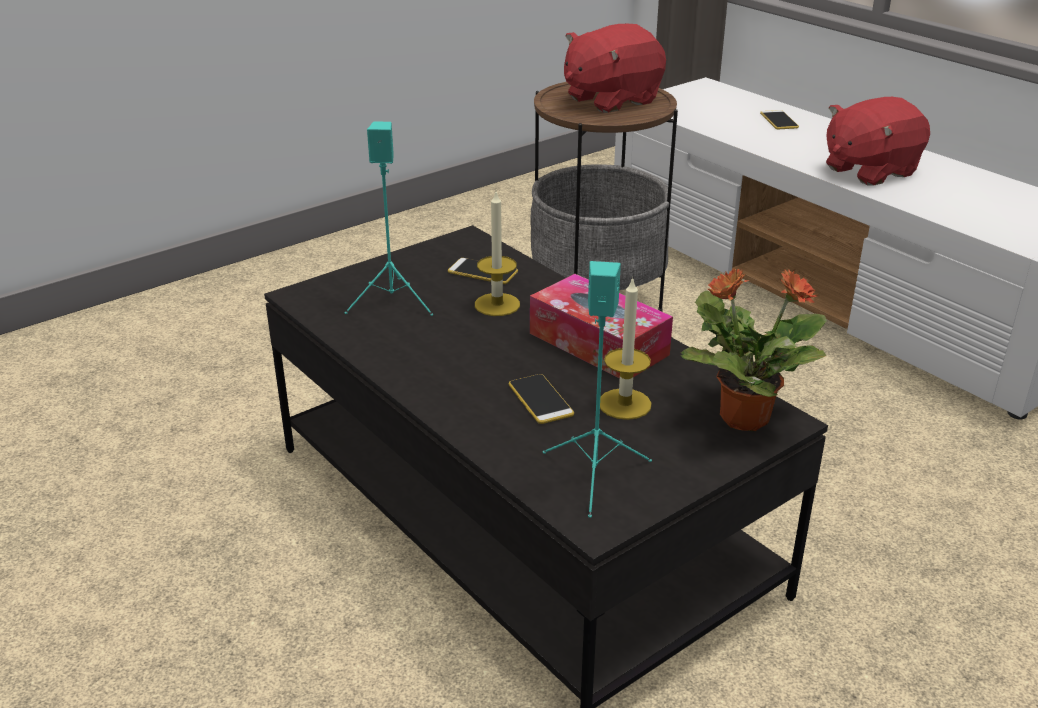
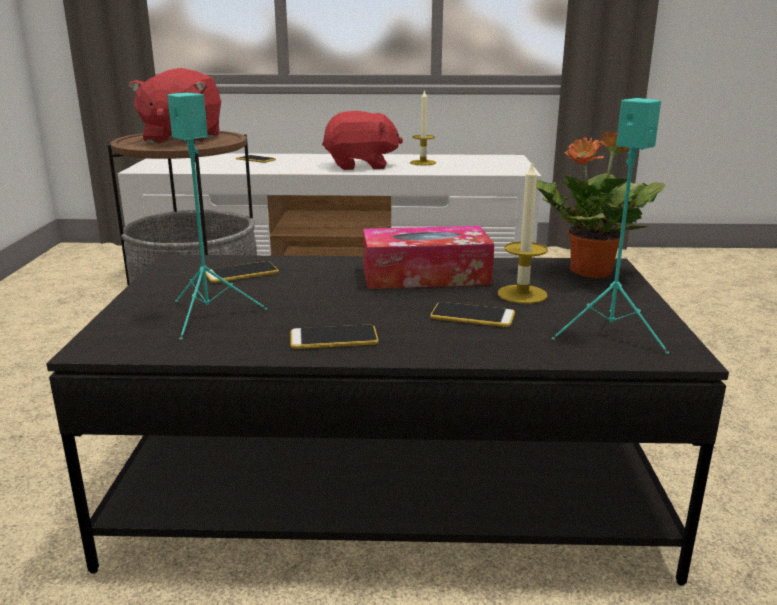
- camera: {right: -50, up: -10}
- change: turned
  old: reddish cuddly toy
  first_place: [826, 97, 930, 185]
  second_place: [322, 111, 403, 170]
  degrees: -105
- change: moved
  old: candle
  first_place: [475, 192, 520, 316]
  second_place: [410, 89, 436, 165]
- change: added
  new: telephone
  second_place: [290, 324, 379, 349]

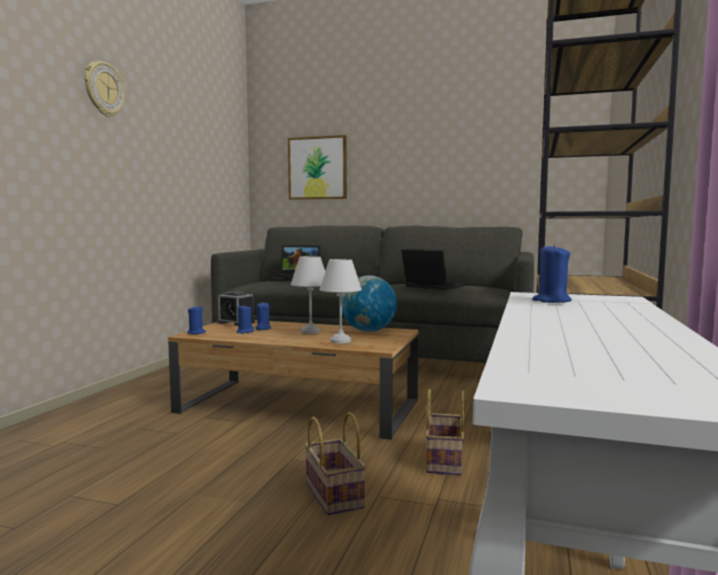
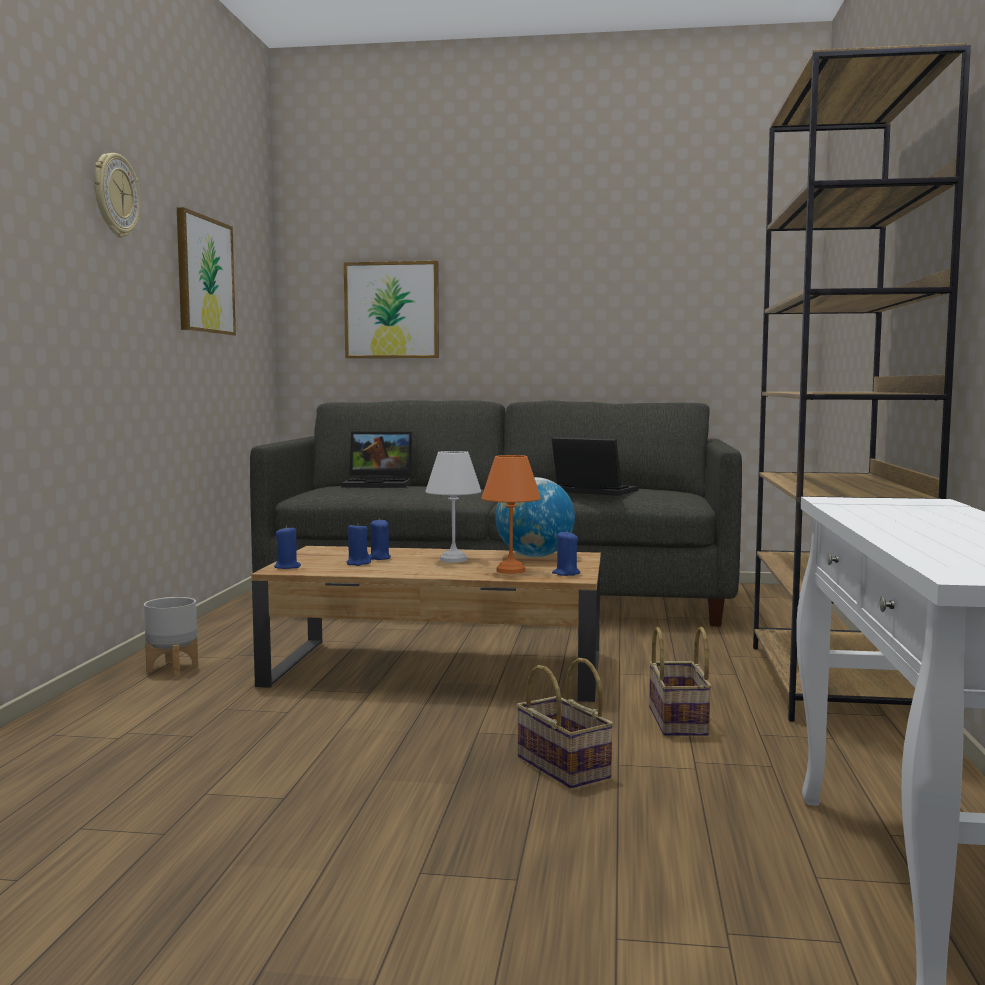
- camera: {right: -10, up: 0}
- change: moved
  old: bluish candle
  first_place: [532, 244, 572, 303]
  second_place: [552, 532, 580, 576]
- change: recoloured
  old: whitish lamp for a table
  new: orange-coloured lamp for a table
  first_place: [319, 259, 362, 344]
  second_place: [481, 455, 541, 574]
- change: removed
  old: bedside clock
  first_place: [217, 291, 255, 326]
- change: added
  new: wall picture
  second_place: [177, 207, 236, 336]
- change: added
  new: greyish flower pot
  second_place: [144, 597, 198, 675]

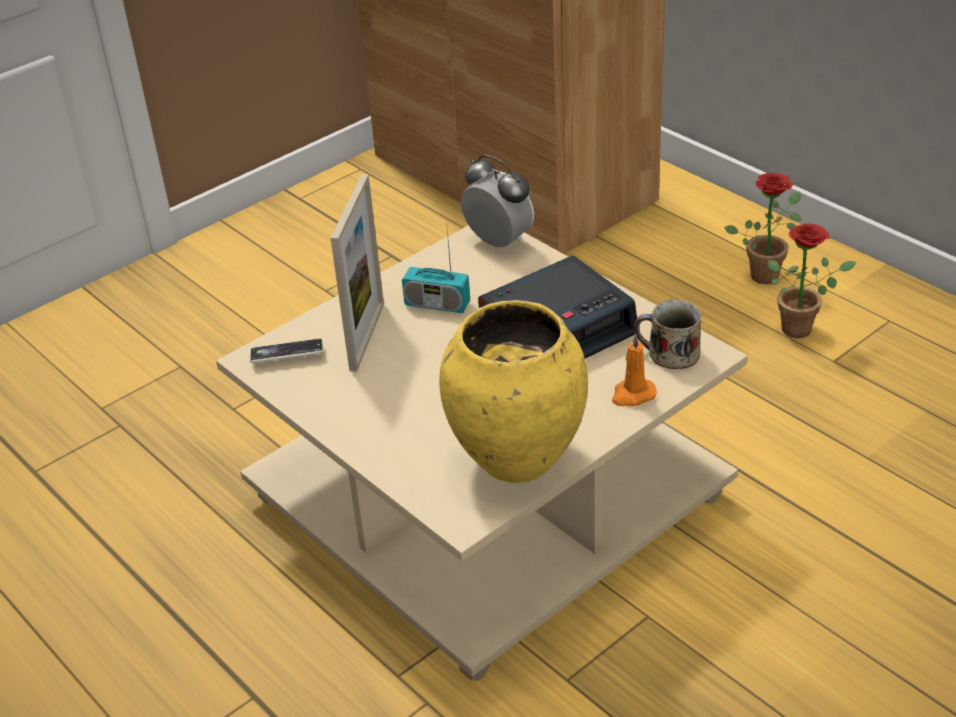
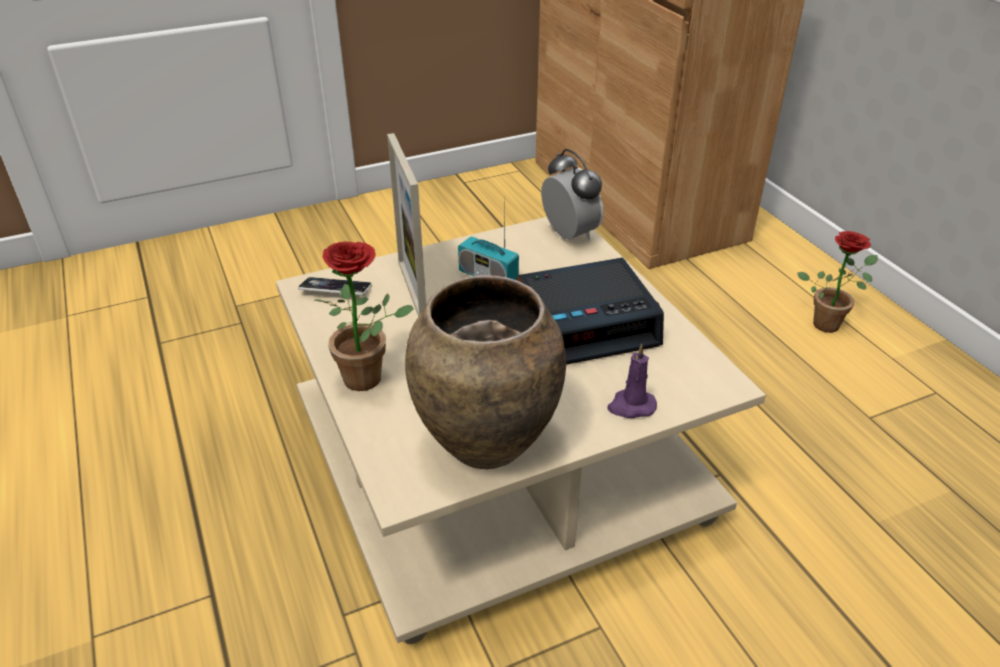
- camera: {right: 15, up: 0}
- change: turned
  old: photo frame
  first_place: [330, 174, 384, 372]
  second_place: [387, 133, 426, 316]
  degrees: 135
- change: moved
  old: potted plant
  first_place: [768, 223, 857, 338]
  second_place: [315, 242, 414, 391]
- change: recoloured
  old: yellowish decorative vase
  new: brown decorative vase
  first_place: [439, 300, 588, 483]
  second_place: [405, 275, 566, 469]
- change: removed
  old: tea mug
  first_place: [634, 300, 702, 369]
- change: recoloured
  old: orange-coloured candle
  new: purple-coloured candle
  first_place: [612, 333, 656, 406]
  second_place: [607, 343, 657, 418]

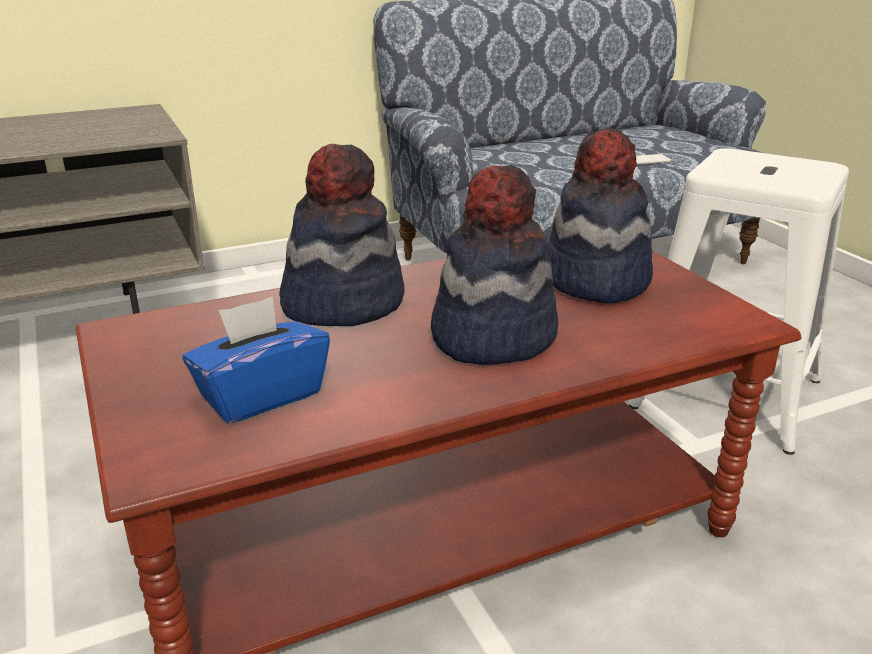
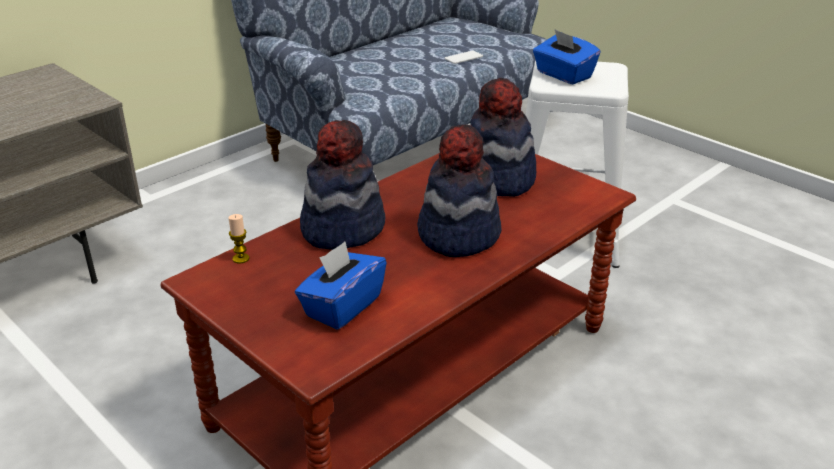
- camera: {right: -20, up: 5}
- change: added
  new: bluish tissue holder
  second_place: [533, 30, 600, 84]
- change: added
  new: candle
  second_place: [228, 214, 250, 264]

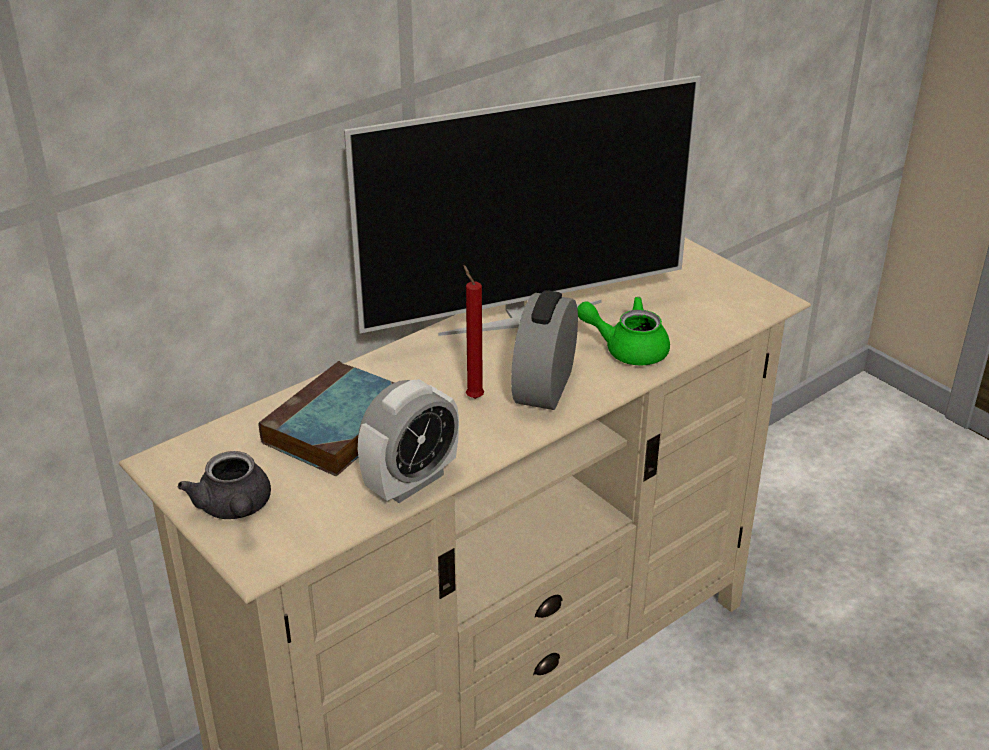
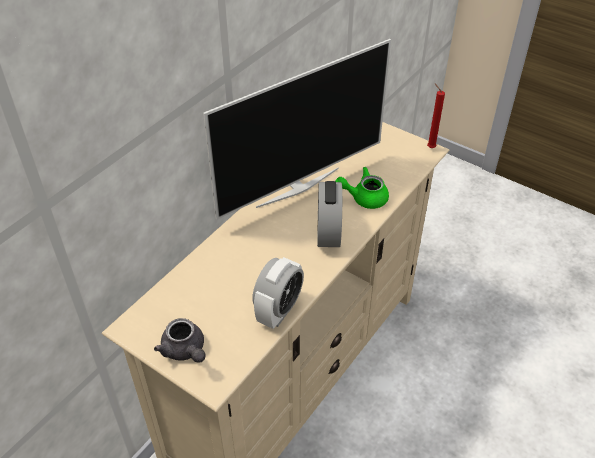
- camera: {right: -15, up: 10}
- change: moved
  old: reddish candle
  first_place: [463, 265, 484, 399]
  second_place: [427, 83, 445, 148]
- change: removed
  old: book
  first_place: [259, 361, 394, 476]

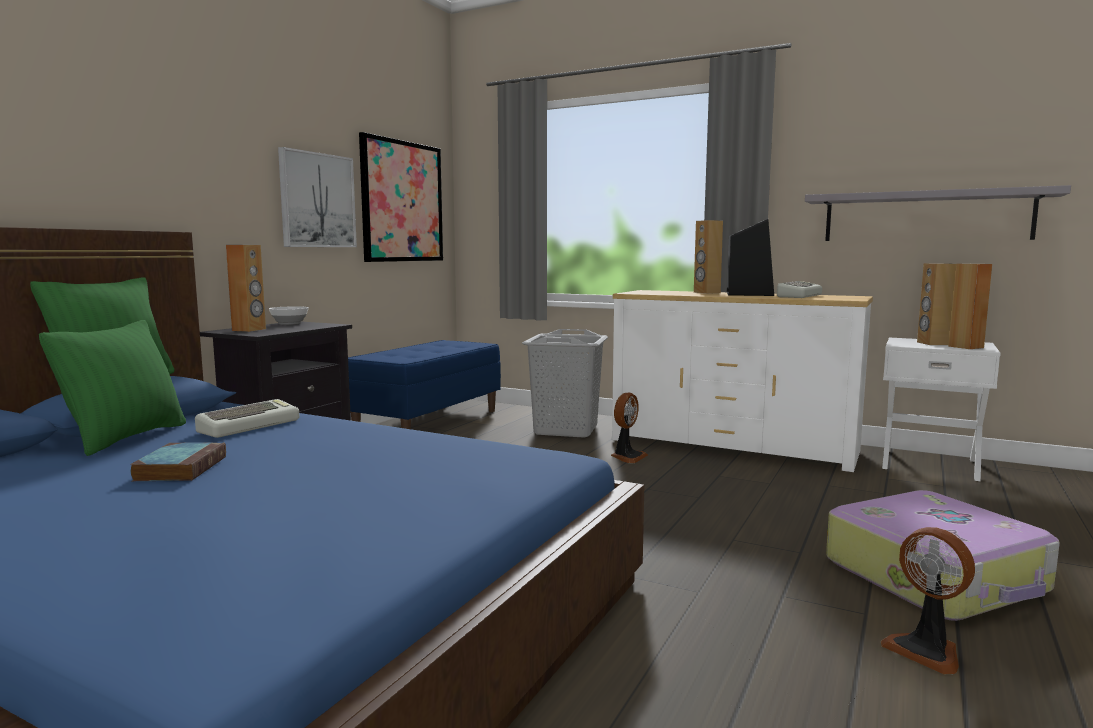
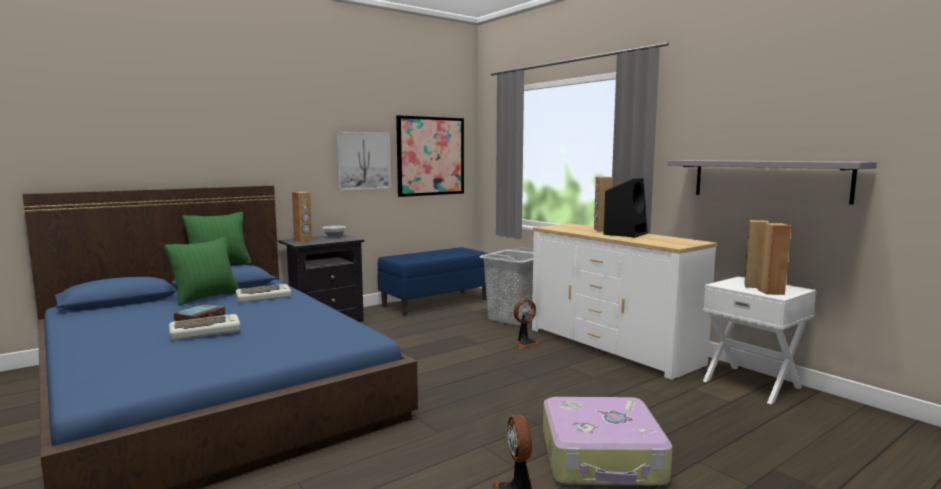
- camera: {right: 25, up: 0}
- change: moved
  old: computer keyboard
  first_place: [777, 281, 822, 298]
  second_place: [169, 314, 241, 340]

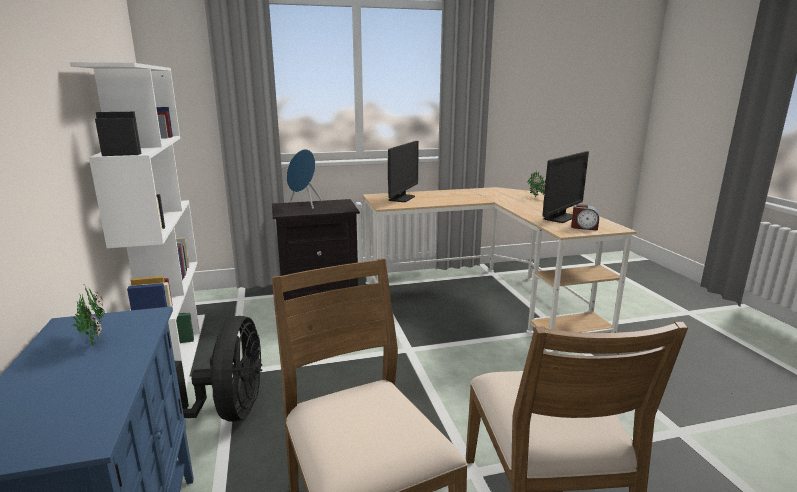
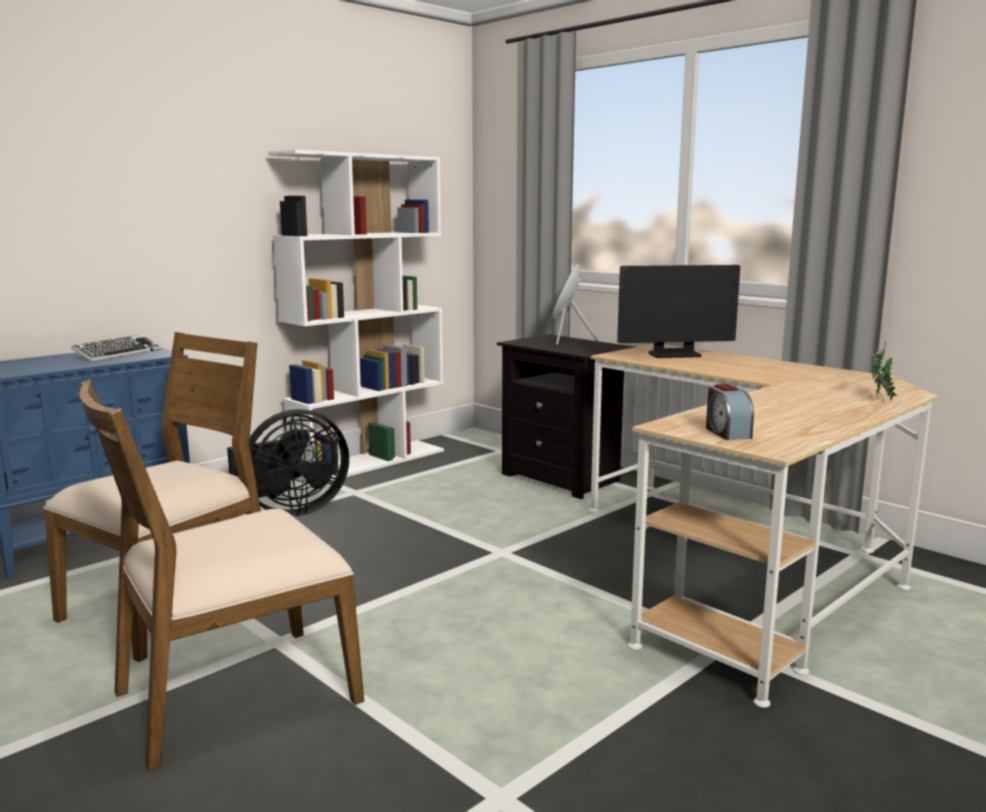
- camera: {right: 60, up: -5}
- change: removed
  old: computer display
  first_place: [542, 151, 589, 223]
- change: replaced
  old: potted plant
  new: computer keyboard
  first_place: [73, 286, 105, 346]
  second_place: [71, 335, 162, 362]

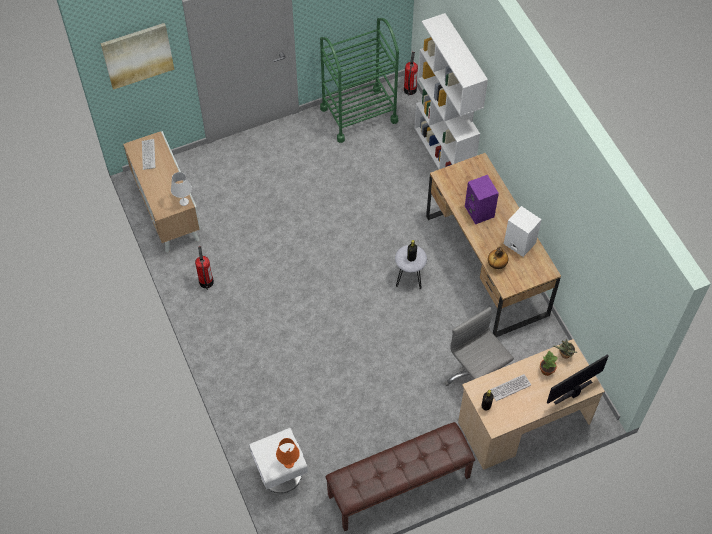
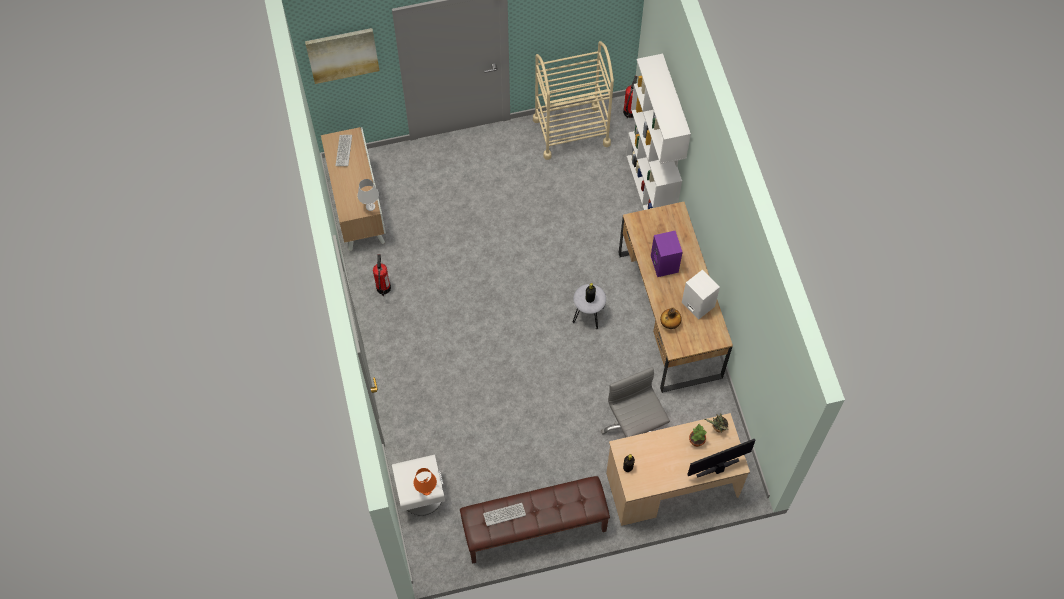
- camera: {right: 10, up: 5}
- change: recoloured
  old: greenish cart
  new: beige-coloured cart
  first_place: [320, 18, 399, 143]
  second_place: [533, 41, 614, 160]
- change: moved
  old: computer keyboard
  first_place: [490, 374, 531, 401]
  second_place: [483, 503, 526, 526]

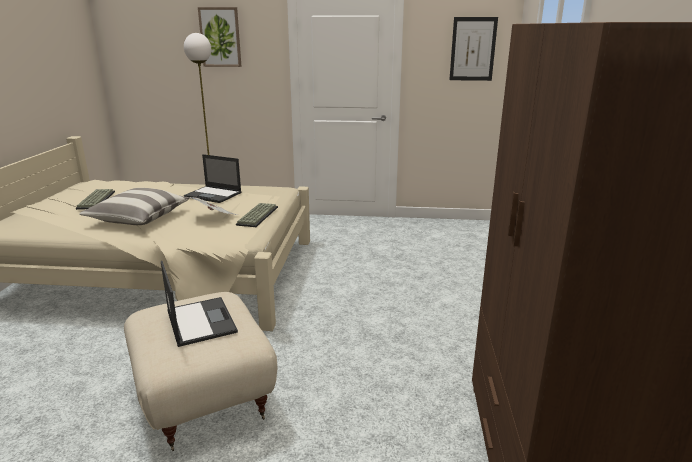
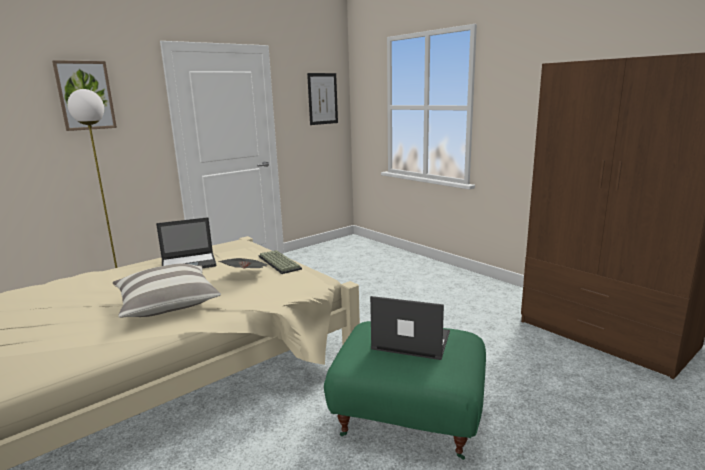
- camera: {right: -45, up: -5}
- change: removed
  old: computer keyboard
  first_place: [76, 189, 115, 210]
- change: recoloured
  old: beige-coloured pouffe
  new: greenish pouffe
  first_place: [124, 292, 278, 451]
  second_place: [324, 321, 486, 460]

